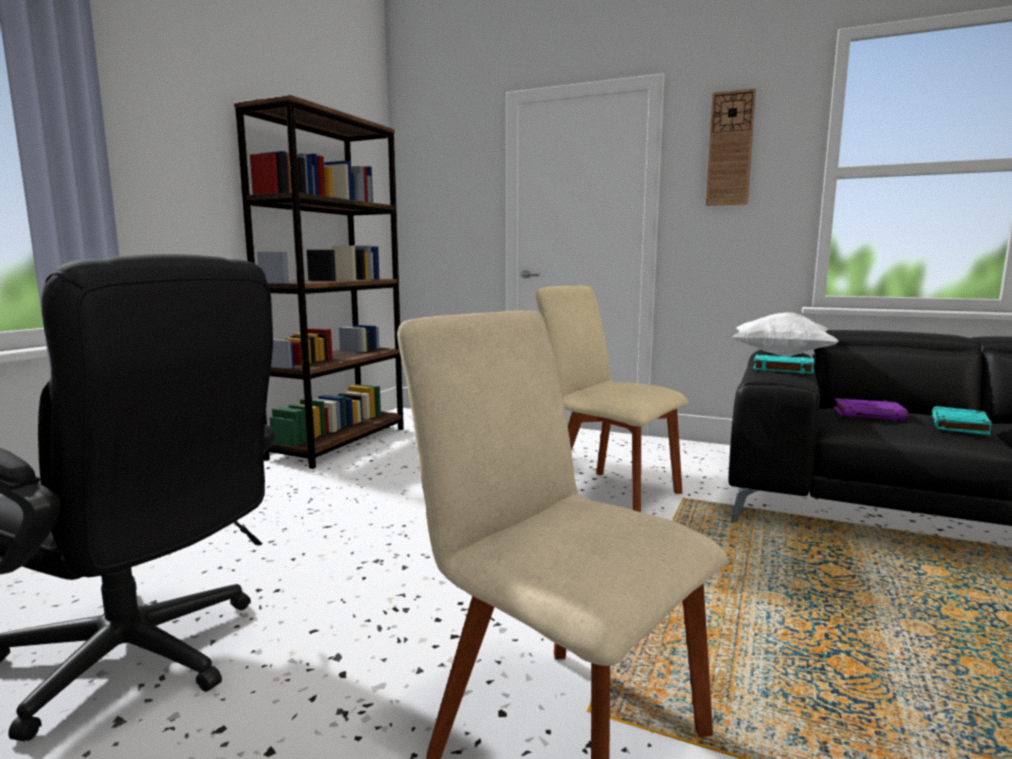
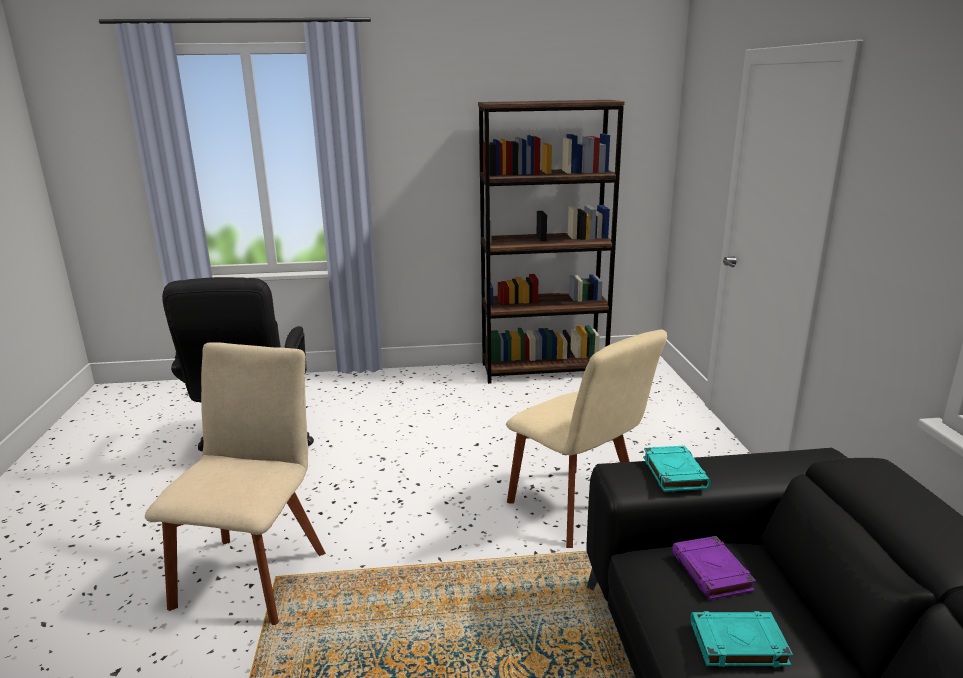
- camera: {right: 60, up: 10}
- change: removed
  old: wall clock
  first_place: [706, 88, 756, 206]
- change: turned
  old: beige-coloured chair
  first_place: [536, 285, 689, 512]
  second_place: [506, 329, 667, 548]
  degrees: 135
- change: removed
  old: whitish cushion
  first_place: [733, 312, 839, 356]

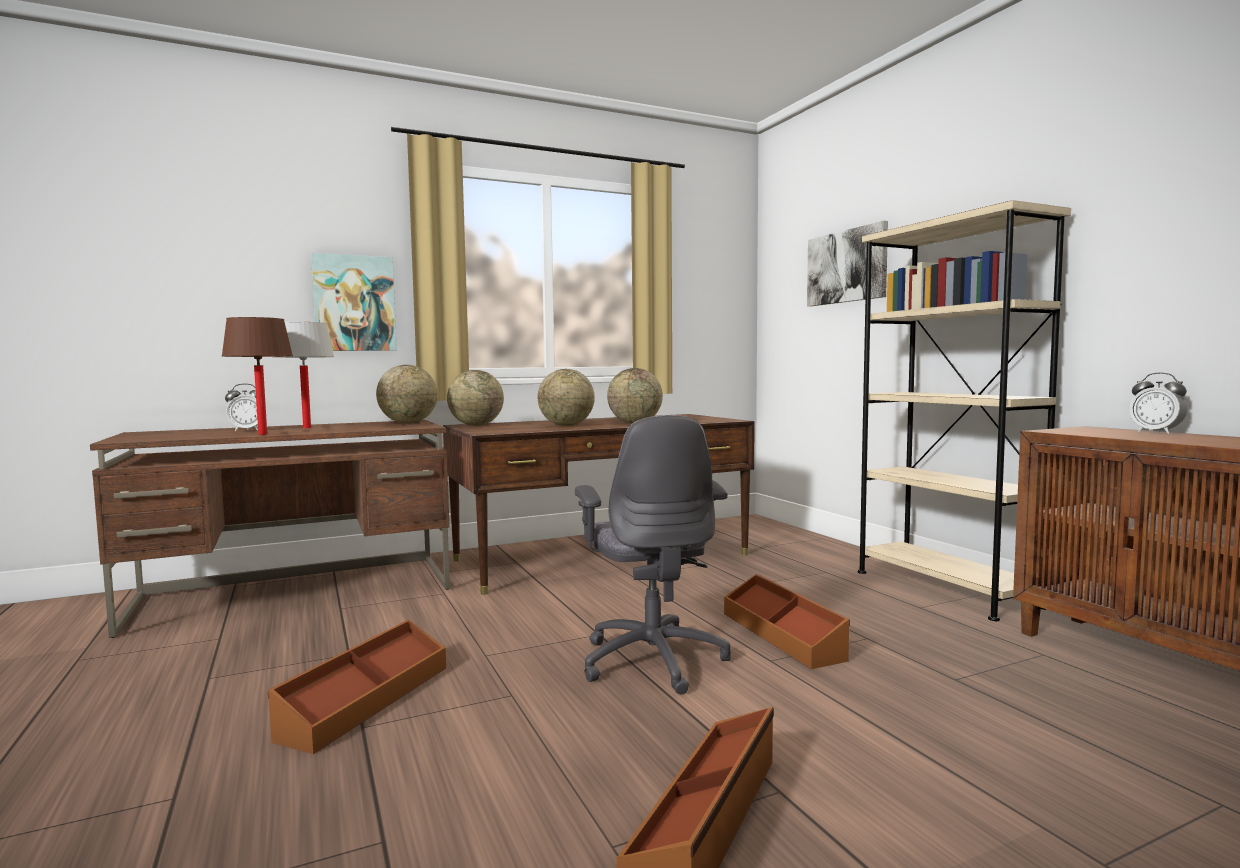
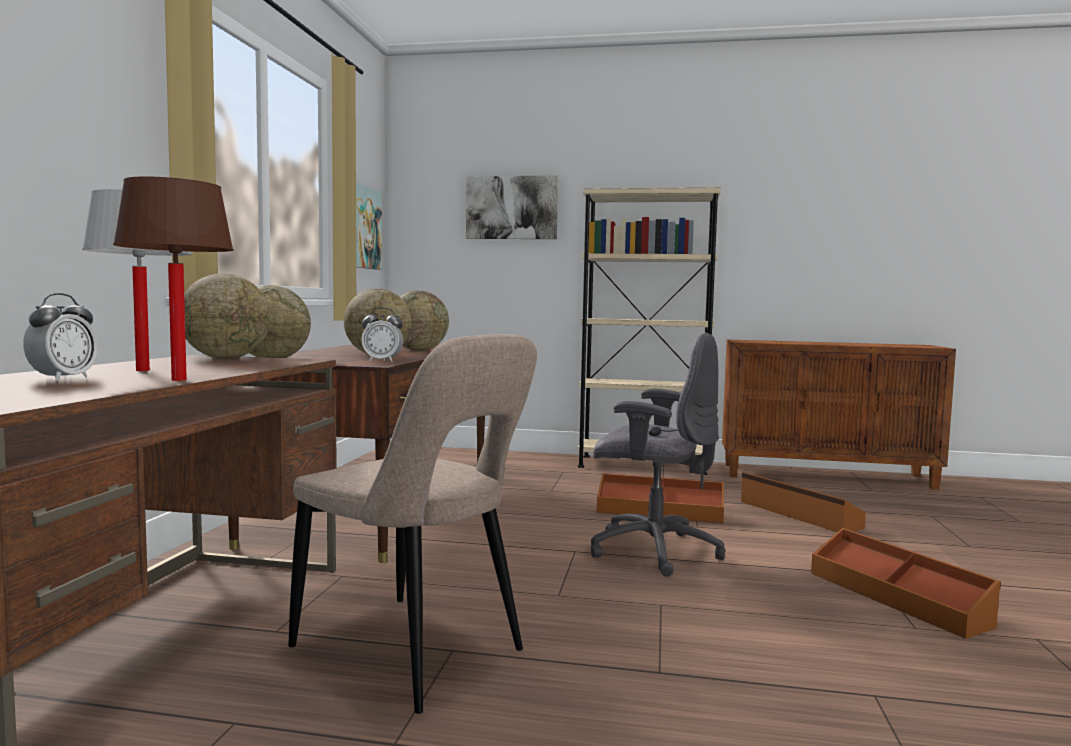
- camera: {right: -55, up: 0}
- change: moved
  old: wall picture
  first_place: [311, 253, 397, 351]
  second_place: [356, 182, 382, 270]
- change: moved
  old: bedside clock
  first_place: [1129, 372, 1187, 434]
  second_place: [361, 307, 403, 362]
- change: moved
  old: brown storage container
  first_place: [268, 620, 446, 754]
  second_place: [741, 472, 866, 532]
- change: added
  new: beige-coloured chair
  second_place: [288, 334, 537, 714]

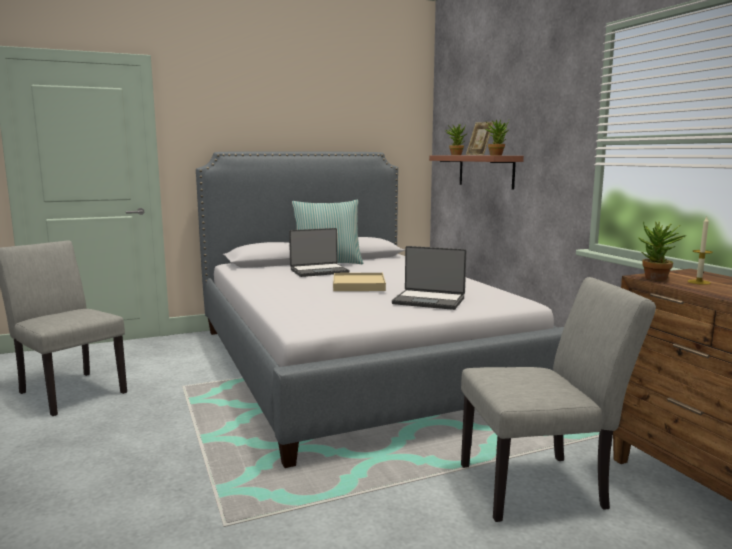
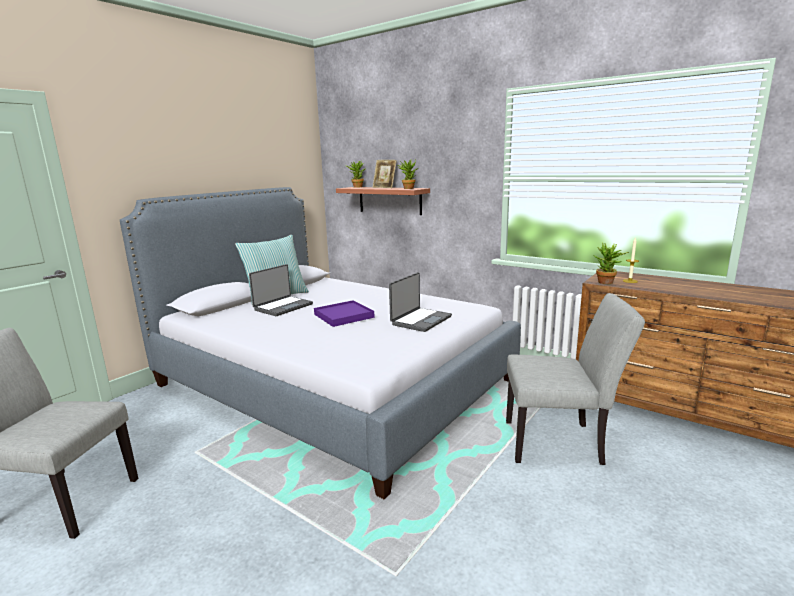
- camera: {right: -30, up: 5}
- change: turned
  old: laptop
  first_place: [392, 246, 466, 310]
  second_place: [389, 272, 452, 332]
  degrees: -45
- change: recoloured
  old: beige-coloured carrying tray
  new: purple-coloured carrying tray
  first_place: [333, 273, 386, 291]
  second_place: [314, 300, 375, 327]
- change: turned
  old: greyish chair
  first_place: [461, 277, 656, 522]
  second_place: [506, 293, 645, 465]
  degrees: 45

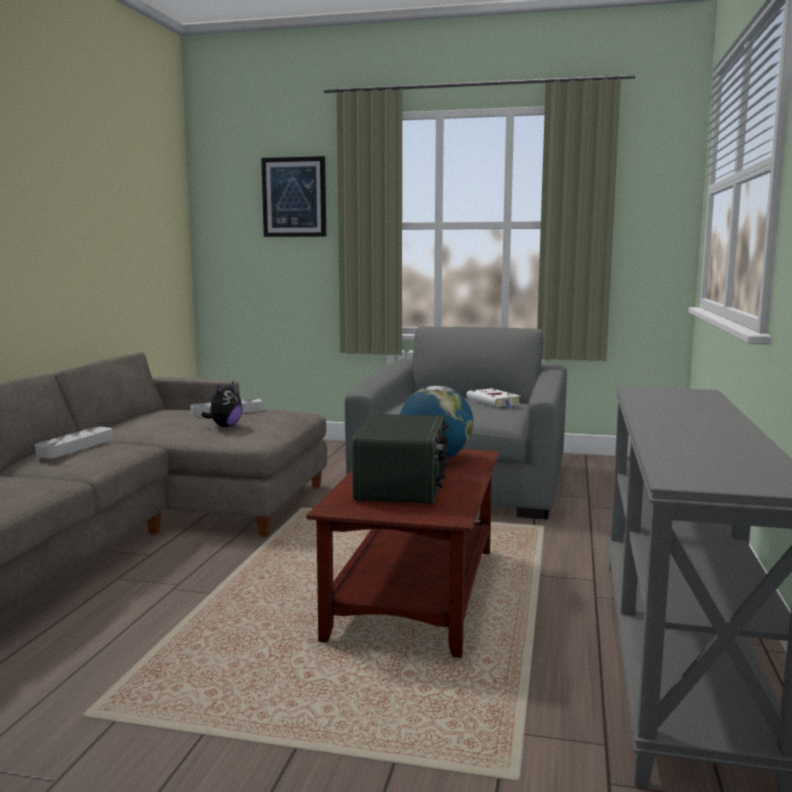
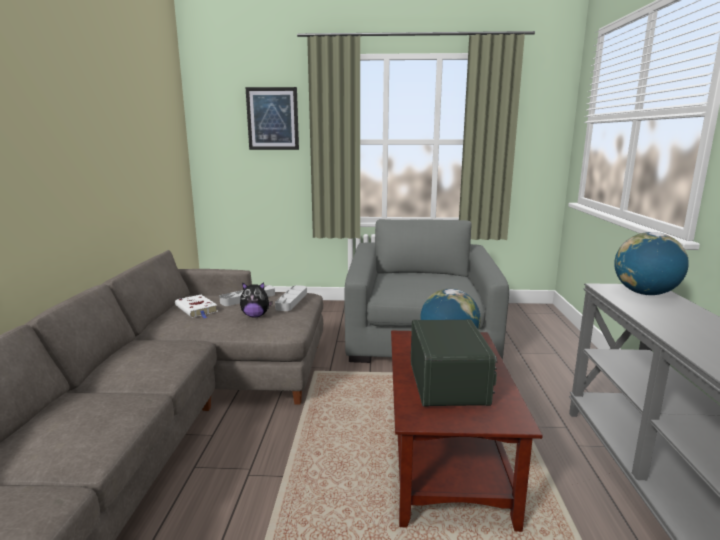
- camera: {right: -10, up: 5}
- change: turned
  old: cuddly toy
  first_place: [201, 381, 243, 427]
  second_place: [240, 282, 273, 318]
  degrees: 75
- change: moved
  old: whitish book
  first_place: [466, 388, 521, 408]
  second_place: [175, 295, 218, 318]
- change: moved
  old: greyish carrying tray
  first_place: [35, 427, 113, 459]
  second_place: [275, 285, 307, 311]
- change: added
  new: desk globe
  second_place: [614, 232, 689, 295]

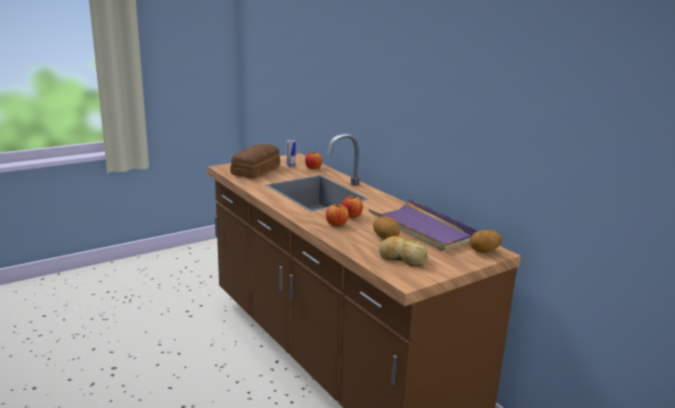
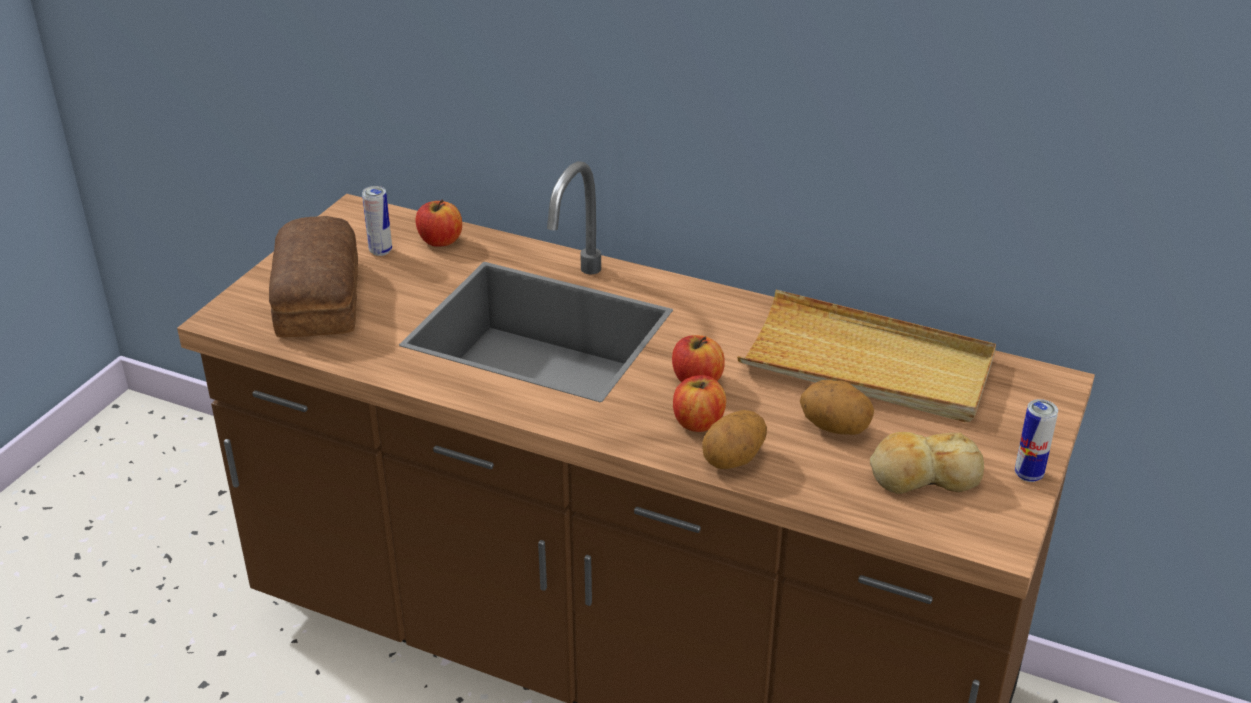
- camera: {right: -30, up: 15}
- change: recoloured
  old: purple-coloured carrying tray
  new: beige-coloured carrying tray
  first_place: [369, 199, 477, 251]
  second_place: [737, 290, 996, 422]
- change: moved
  old: potato
  first_place: [470, 230, 502, 253]
  second_place: [702, 410, 767, 469]
- change: added
  new: sealed can
  second_place: [1015, 399, 1058, 482]

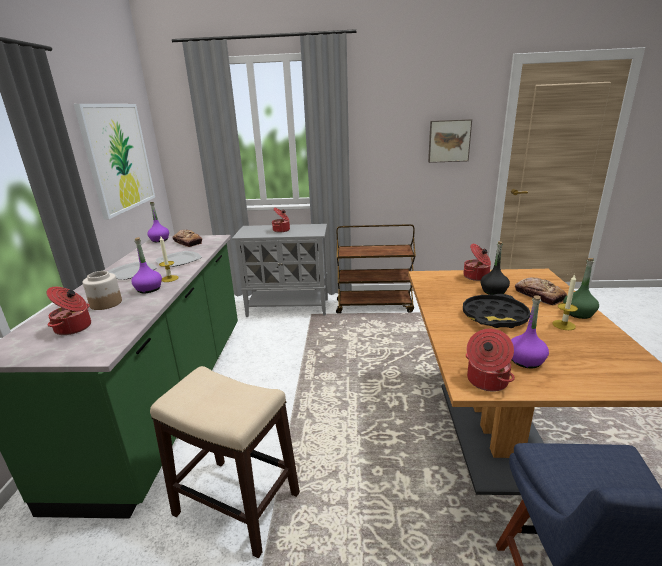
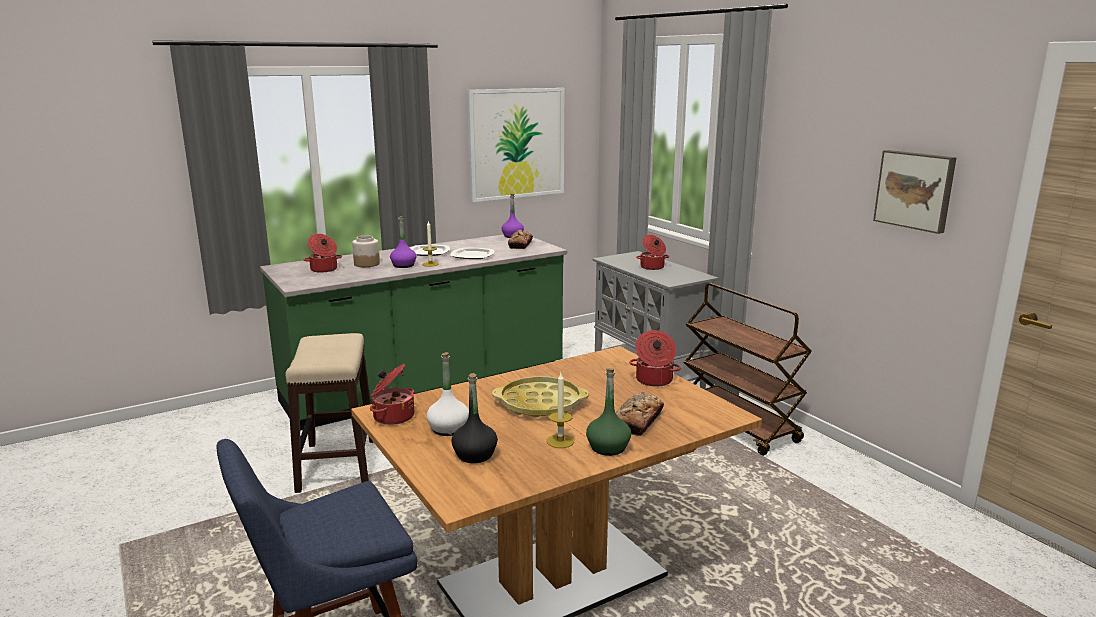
- camera: {right: 55, up: -5}
- change: moved
  old: blackish bottle
  first_place: [480, 241, 510, 295]
  second_place: [451, 373, 498, 463]
- change: recoloured
  old: blackish carrying tray
  new: yellowish carrying tray
  first_place: [463, 294, 531, 328]
  second_place: [492, 376, 589, 418]
- change: recoloured
  old: purple-coloured bottle
  new: whitish bottle
  first_place: [511, 295, 549, 369]
  second_place: [427, 352, 469, 436]

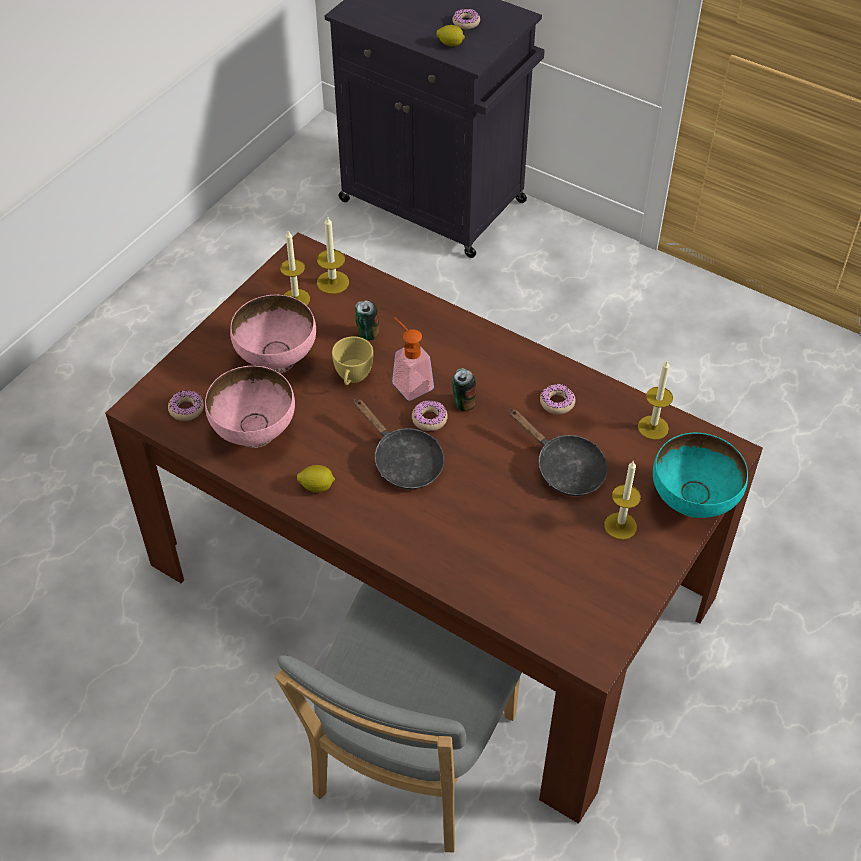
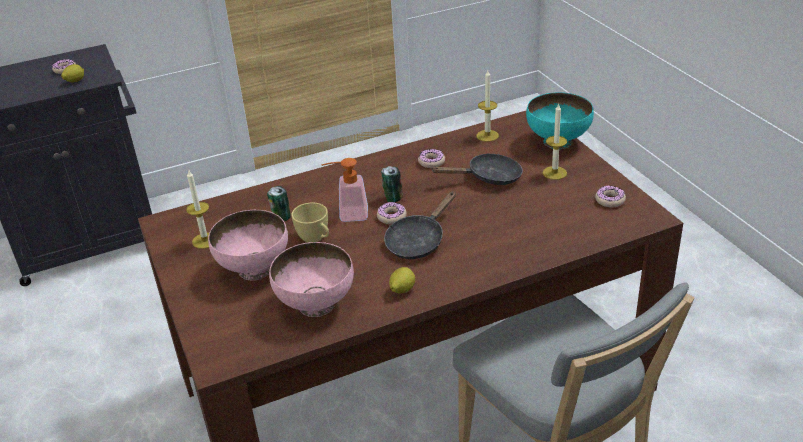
- camera: {right: -55, up: -15}
- change: removed
  old: candle
  first_place: [317, 216, 349, 294]
- change: moved
  old: ring doughnut
  first_place: [168, 390, 204, 421]
  second_place: [595, 185, 626, 207]
- change: turned
  old: blackish frying pan
  first_place: [354, 399, 444, 489]
  second_place: [384, 191, 456, 259]
  degrees: 135

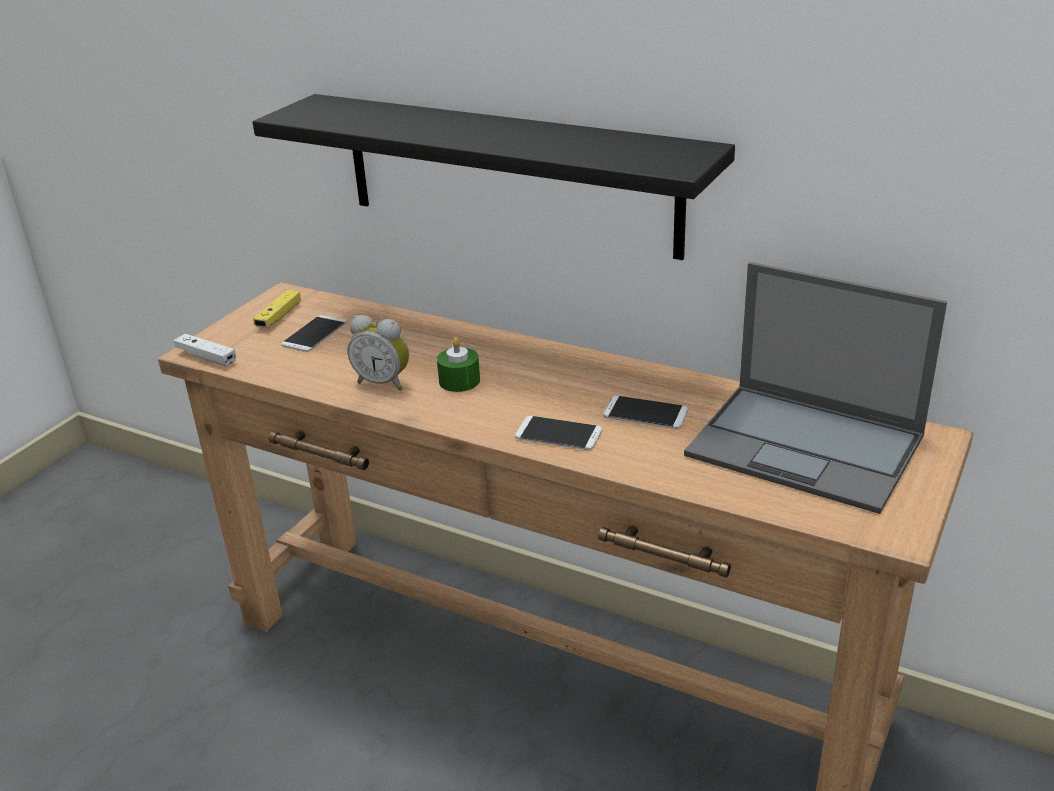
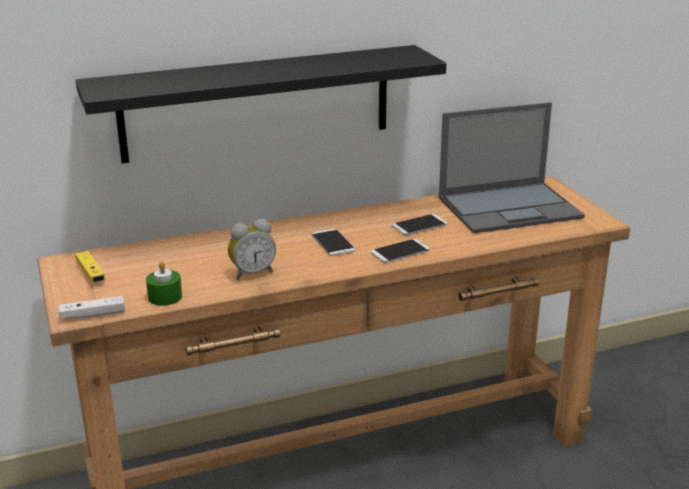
- camera: {right: -50, up: -5}
- change: moved
  old: telephone
  first_place: [281, 315, 346, 352]
  second_place: [312, 229, 355, 256]
- change: moved
  old: greenish candle
  first_place: [437, 337, 480, 392]
  second_place: [146, 261, 182, 306]

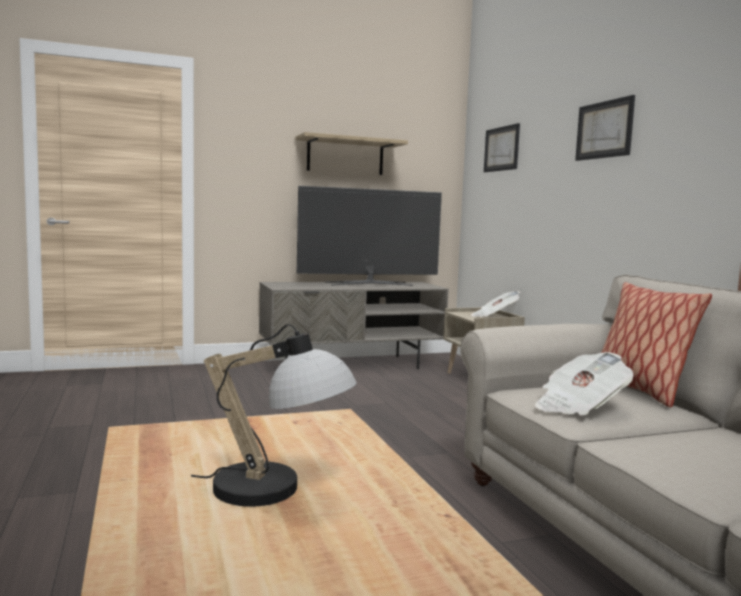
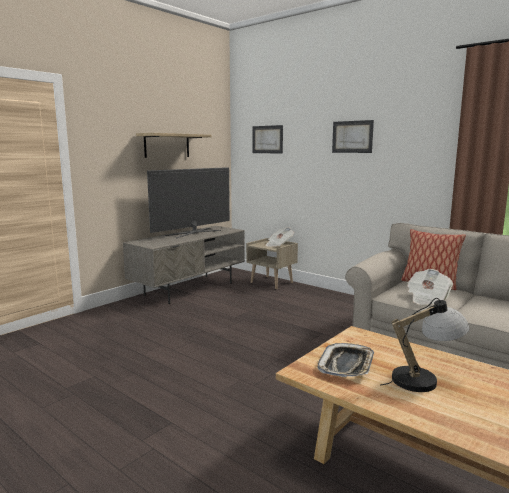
- camera: {right: -30, up: 5}
- change: added
  new: carrying tray
  second_place: [318, 343, 374, 377]

